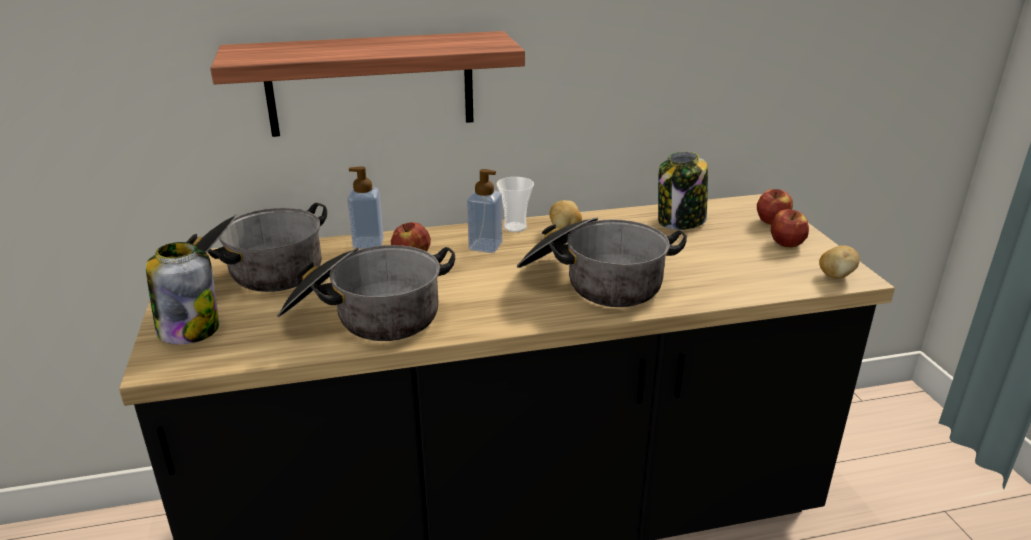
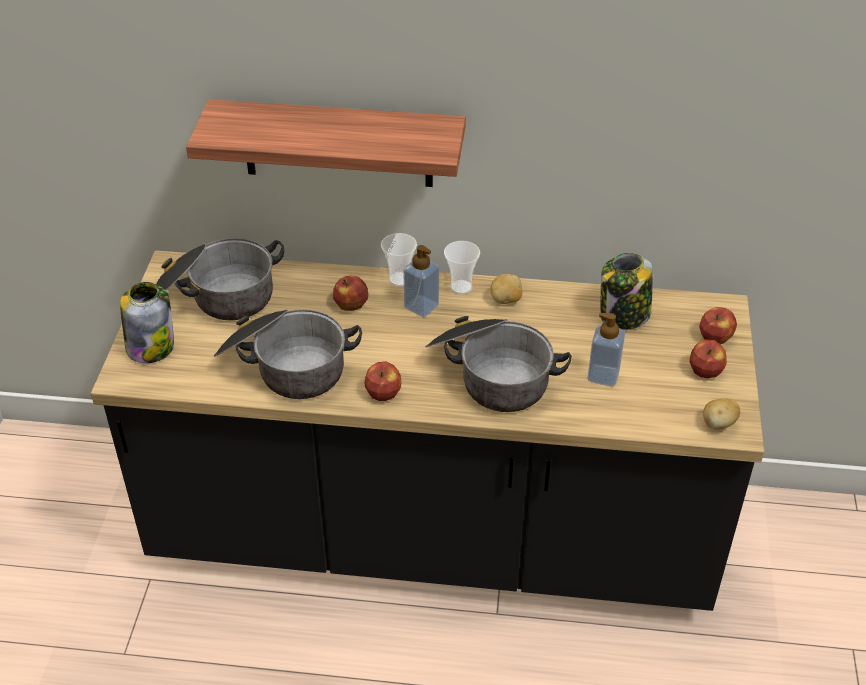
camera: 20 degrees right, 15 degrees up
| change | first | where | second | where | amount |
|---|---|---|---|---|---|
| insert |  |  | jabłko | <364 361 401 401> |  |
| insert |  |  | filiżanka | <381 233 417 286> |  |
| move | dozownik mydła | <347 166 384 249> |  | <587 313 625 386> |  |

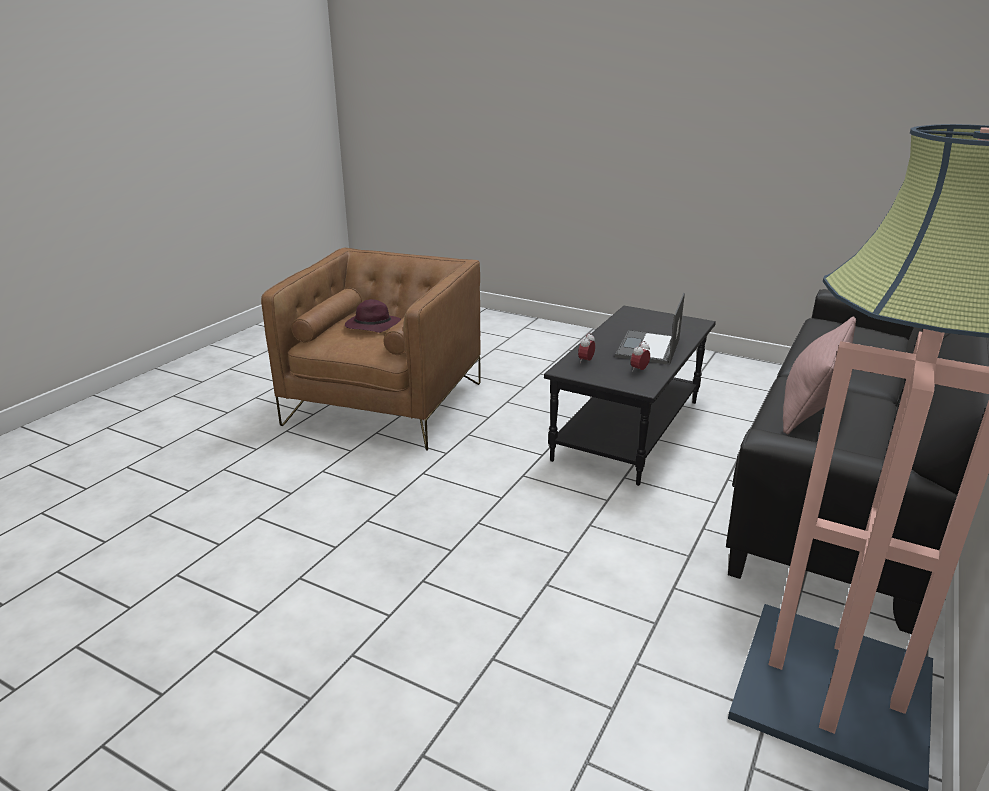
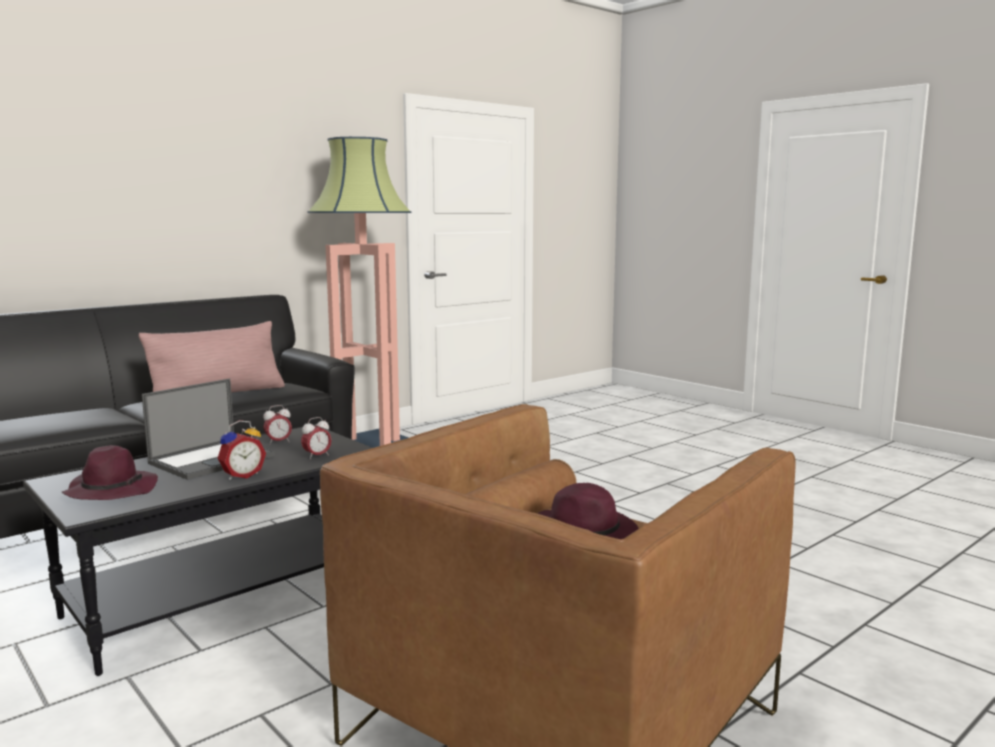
camera: 160 degrees left, 15 degrees down
| change | first | where | second | where | amount |
|---|---|---|---|---|---|
| insert |  |  | kapelusz [fioletowy] | <62 445 158 500> |  |
| insert |  |  | budzik | <217 420 266 480> |  |

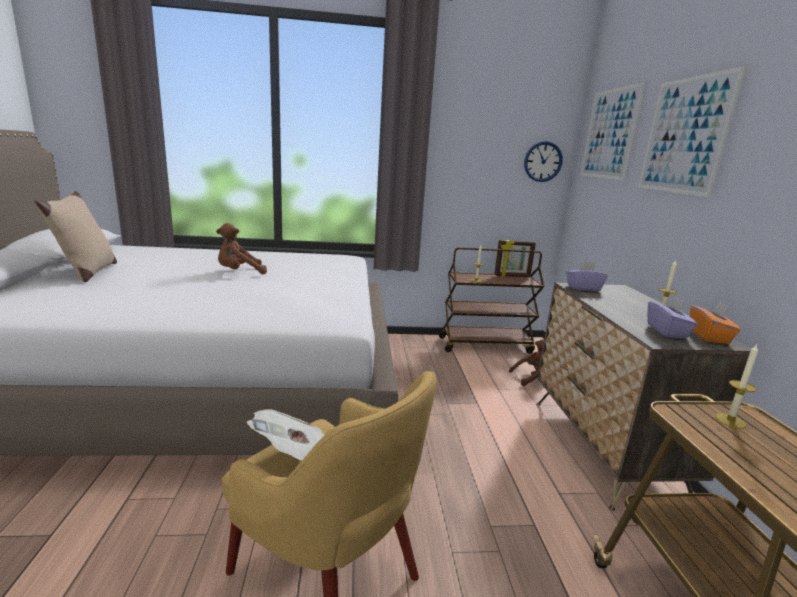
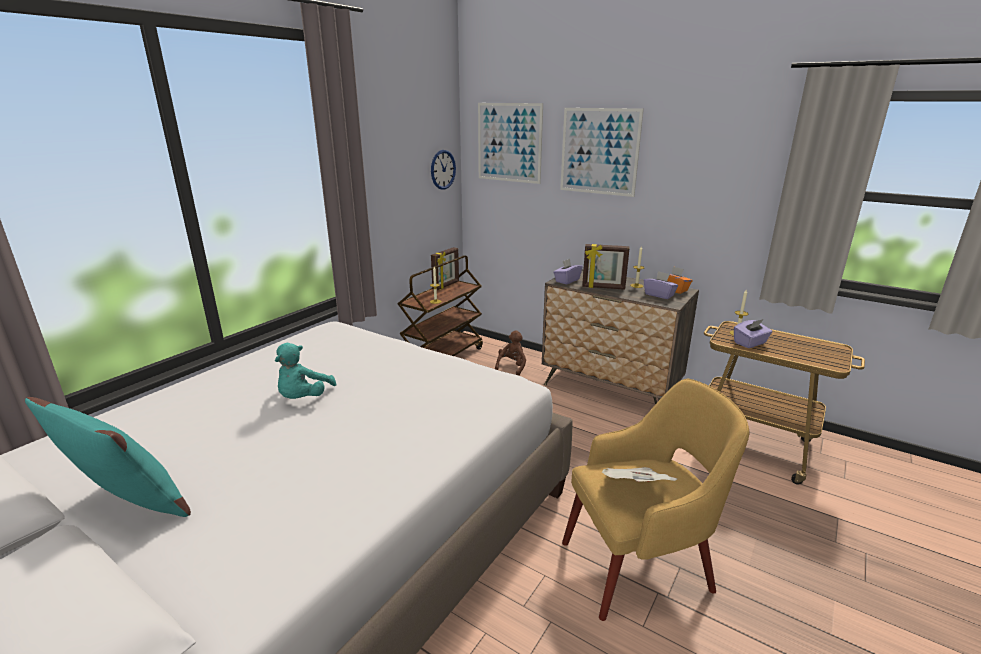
camera: 50 degrees left, 5 degrees up
| change | first | where | second | where | amount |
|---|---|---|---|---|---|
| insert |  |  | ramka na zdjęcie | <582 244 630 290> |  |
| insert |  |  | pudełko chusteczek [fioletowy] | <734 319 772 348> |  |
| recolor | poduszka [beżowy] | <34 191 117 282> | poduszka [turkusowy] | <25 397 191 517> |  |
| recolor | pluszak [brązowy] | <216 223 267 274> | pluszak [turkusowy] | <275 343 337 399> |  |

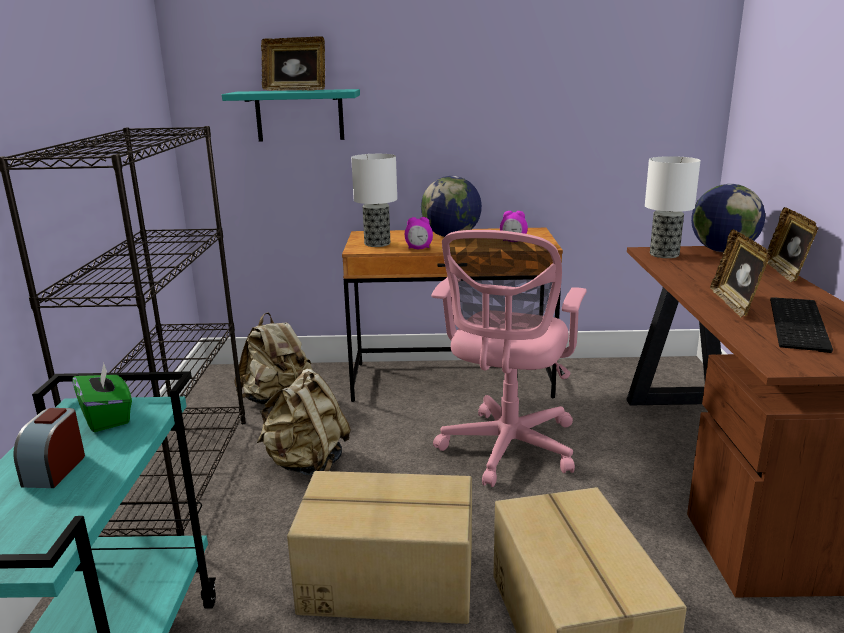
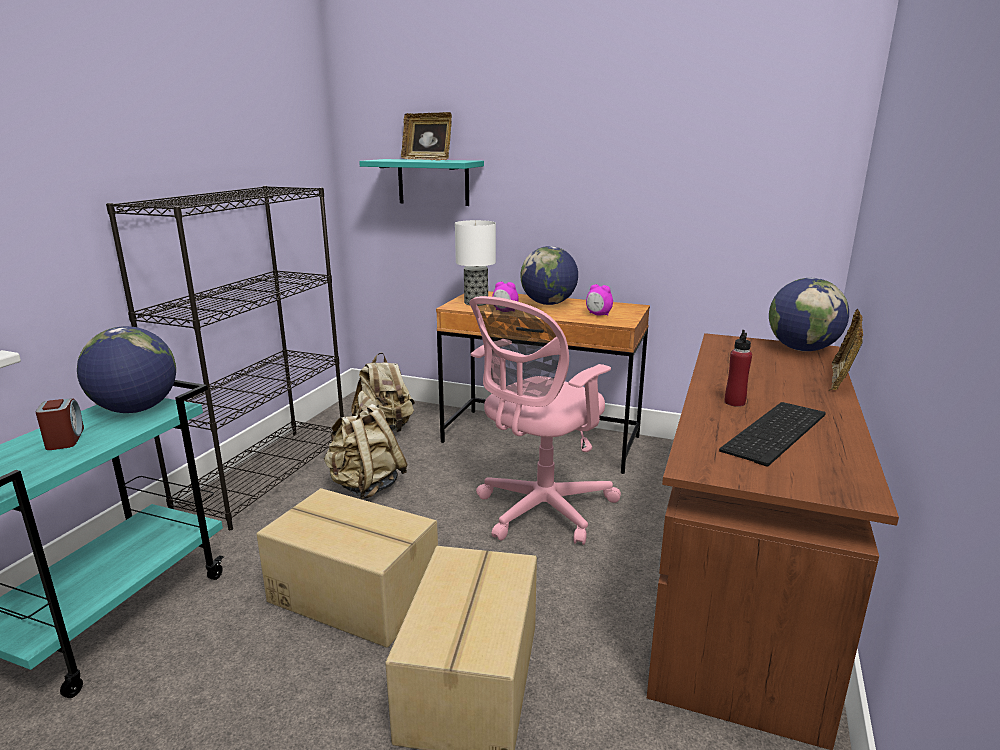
camera: 20 degrees right, 0 degrees up
| change | first | where | second | where | amount |
|---|---|---|---|---|---|
| delete | lampa stołowa | <645 156 701 258> |  |  |  |
| replace | pudełko chusteczek [zielony] | <72 363 132 432> | globus | <77 326 176 413> |  |
| replace | ramka na zdjęcie | <710 229 770 318> | butelka [czerwony] | <725 330 752 407> |  |
| rotate | budzik | <13 408 85 488> |  | <36 398 84 450> | 135 degrees clockwise |

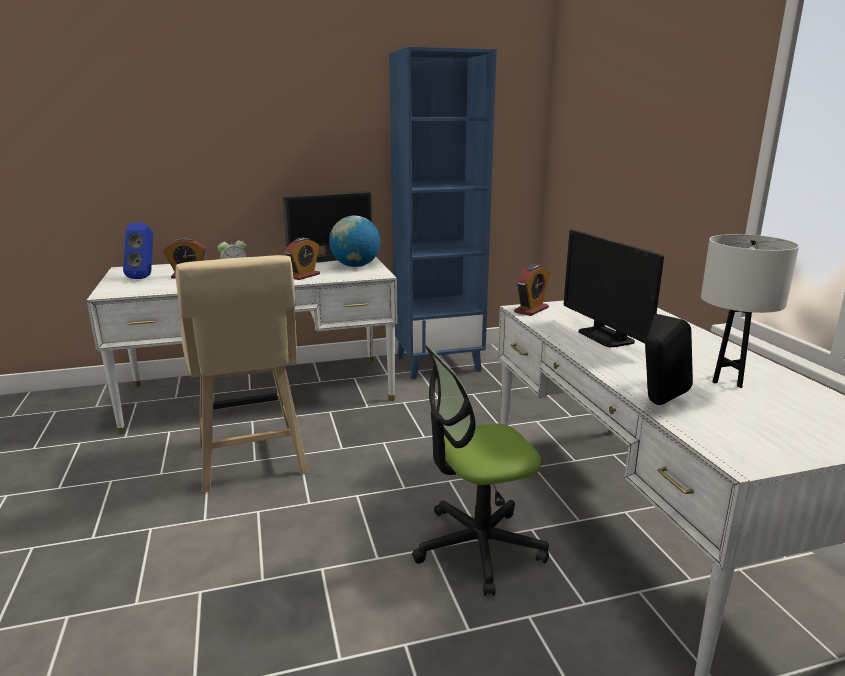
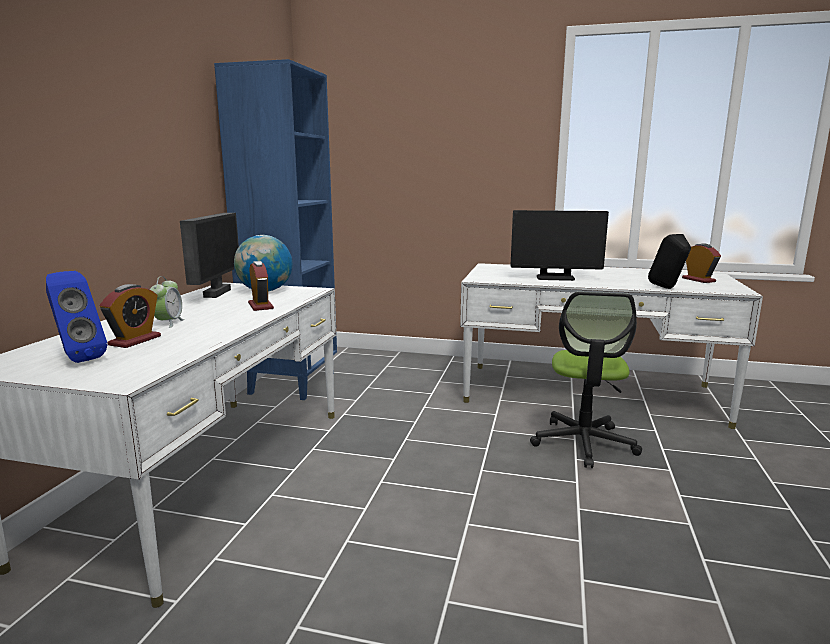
camera: 60 degrees left, 5 degrees down
| change | first | where | second | where | amount |
|---|---|---|---|---|---|
| delete | stołek [beżowy] | <175 255 309 493> |  |  |  |
| delete | lampa stołowa [biały] | <701 234 799 388> |  |  |  |
| move | budzik | <514 264 550 316> |  | <682 243 721 283> |  |

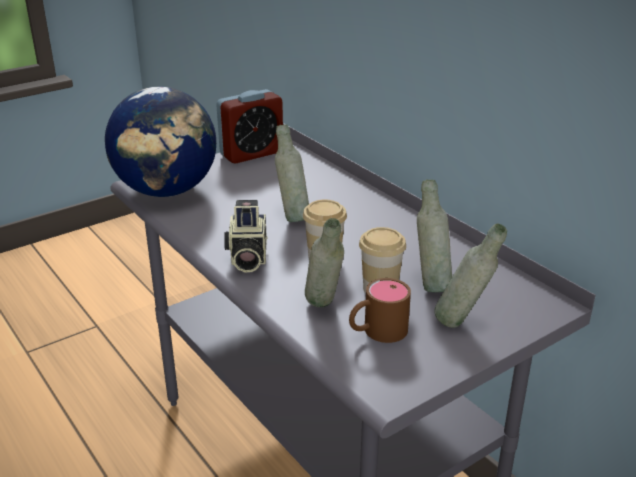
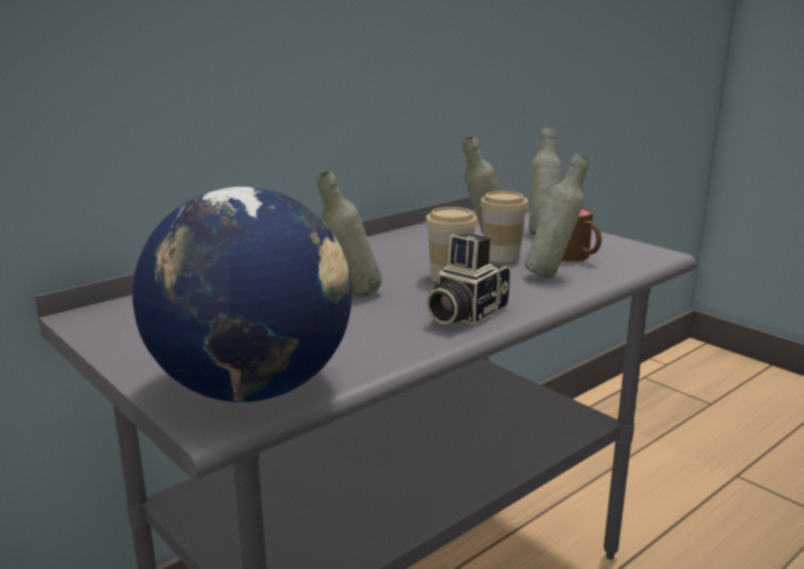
camera: 95 degrees left, 10 degrees down
| change | first | where | second | where | amount |
|---|---|---|---|---|---|
| delete | budzik | <216 89 283 164> |  |  |  |
| rotate | aparat fotograficzny | <224 200 267 273> |  | <426 233 511 325> | 135 degrees clockwise |

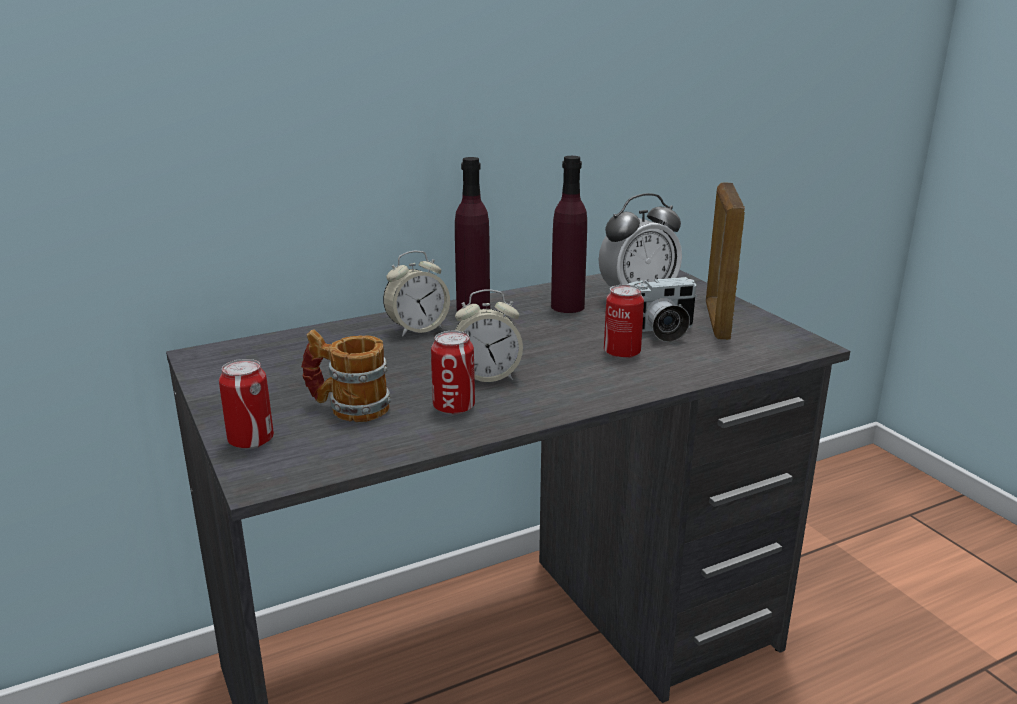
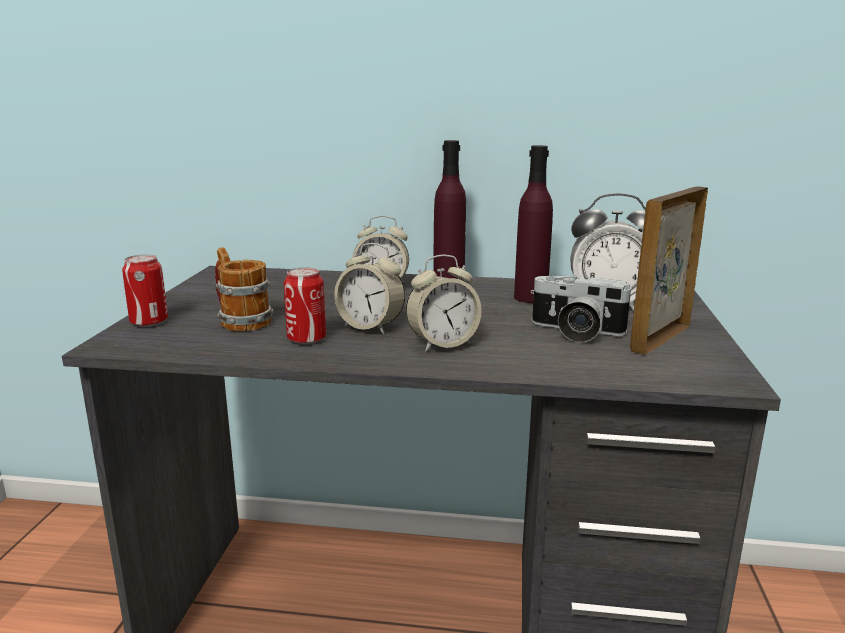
camera: 35 degrees right, 5 degrees down
| change | first | where | second | where | amount |
|---|---|---|---|---|---|
| delete | puszka | <604 285 644 359> |  |  |  |
| insert |  |  | budzik | <406 254 482 351> |  |

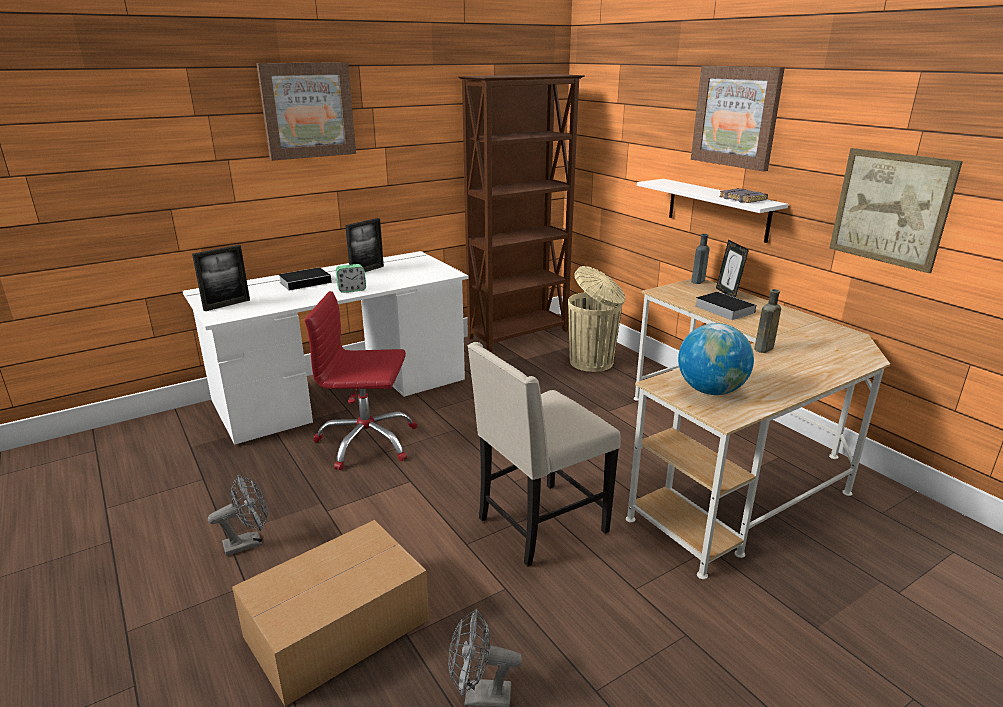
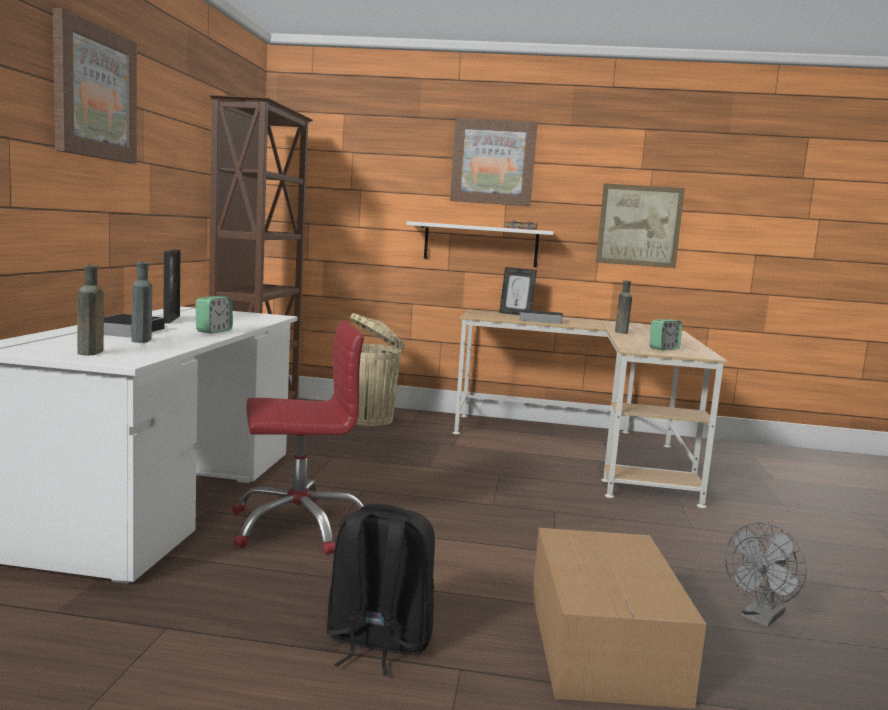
camera: 50 degrees left, 15 degrees down
| change | first | where | second | where | amount |
|---|---|---|---|---|---|
| delete | krzesło [beżowy] | <468 342 621 567> |  |  |  |
| move | butelka [szary] | <691 234 709 284> |  | <132 262 152 343> |  |
| replace | ramka na zdjęcie | <192 245 250 311> | butelka [brązowy] | <77 265 104 355> |  |
| replace | wentylator [szary] | <208 475 268 556> | plecak [czarny] | <326 504 435 676> |  |
| replace | globus | <678 323 754 395> | budzik | <649 319 682 350> |  |
| rotate | krzesło biurowe [czerwony] | <304 291 417 470> |  | <232 320 364 554> | 150 degrees counterclockwise |

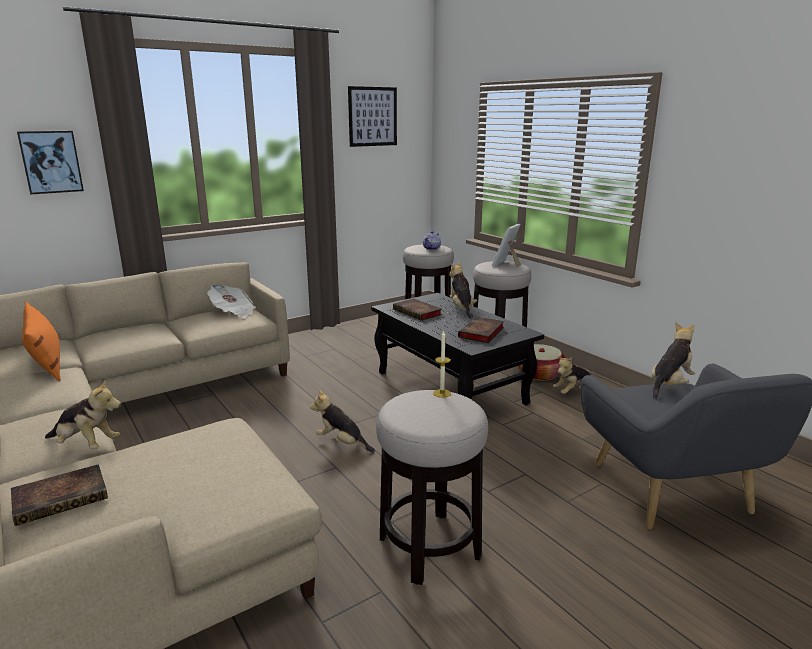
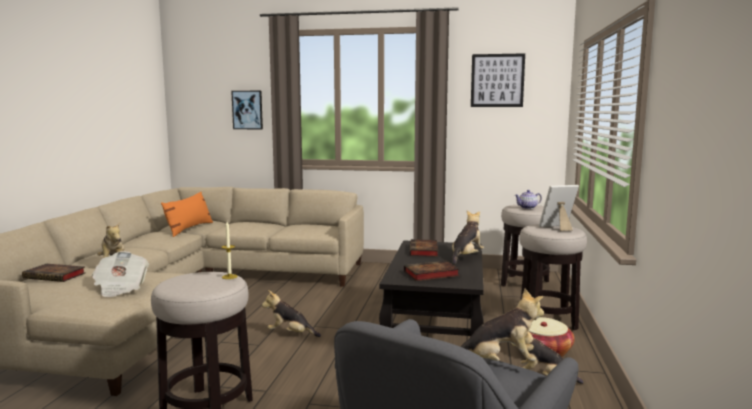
camera: 45 degrees right, 10 degrees down
| change | first | where | second | where | amount |
|---|---|---|---|---|---|
| move | gazeta | <207 285 256 318> |  | <92 251 149 298> |  |
| rotate | pluszak | <310 390 375 452> |  | <262 290 321 337> | 60 degrees counterclockwise |

